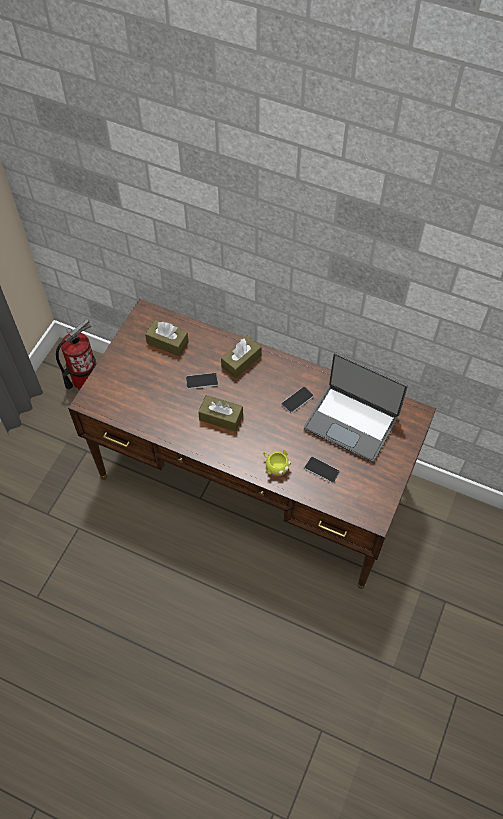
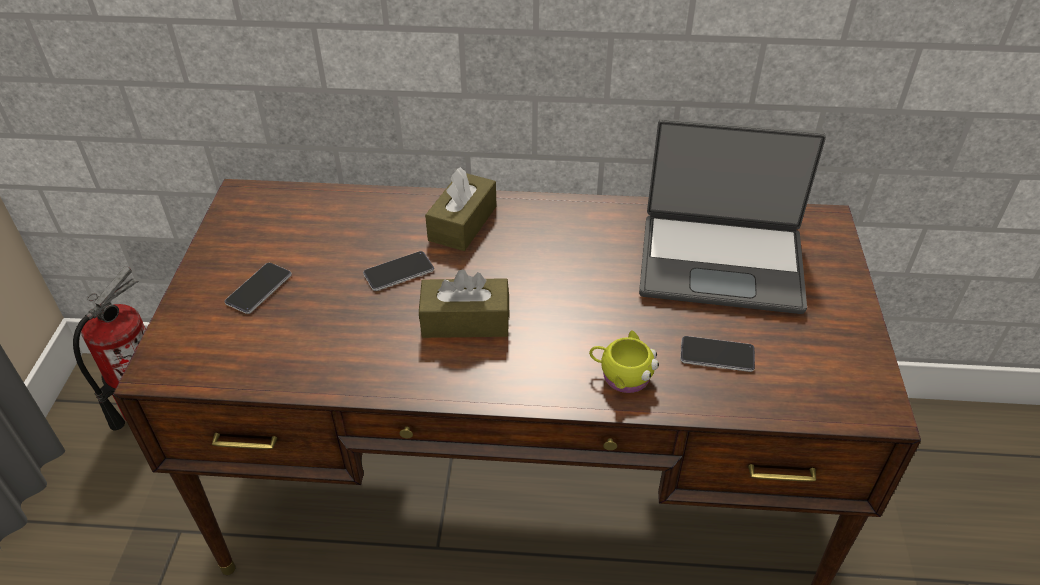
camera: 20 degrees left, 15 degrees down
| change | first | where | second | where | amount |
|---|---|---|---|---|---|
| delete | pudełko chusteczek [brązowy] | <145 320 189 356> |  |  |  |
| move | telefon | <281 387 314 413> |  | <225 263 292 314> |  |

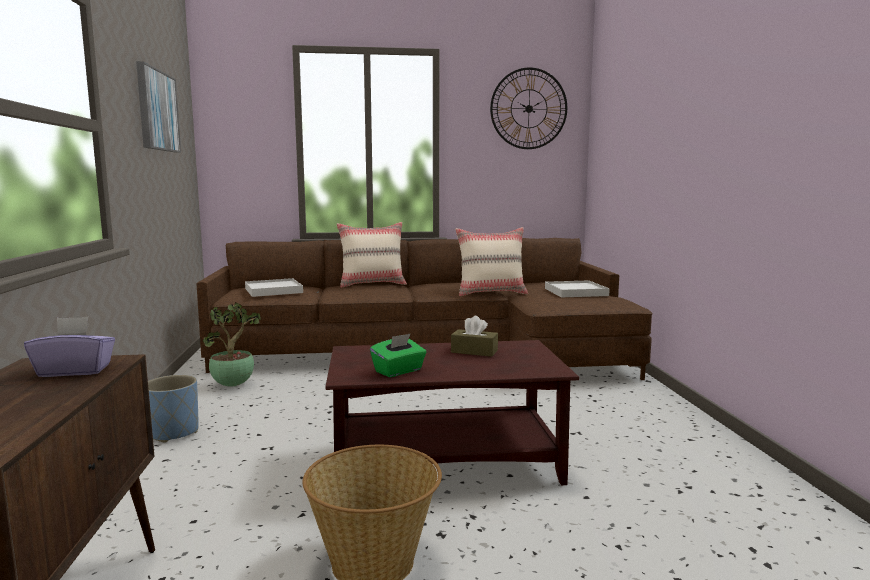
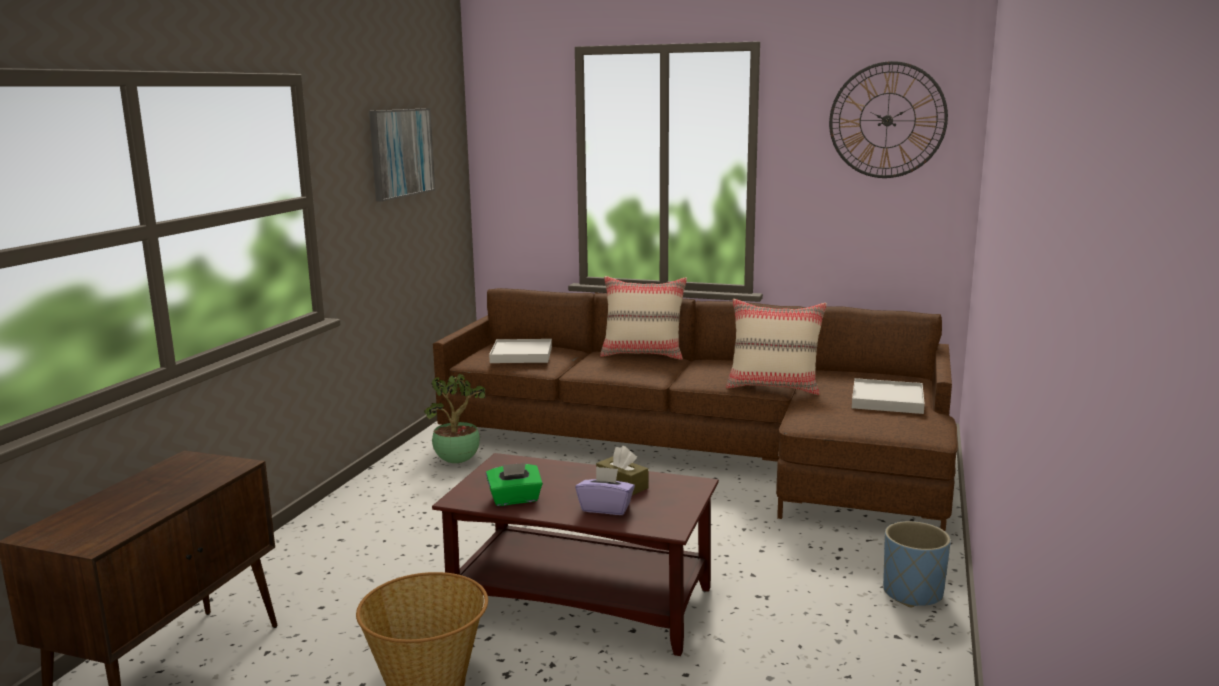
camera: 25 degrees right, 5 degrees up
| change | first | where | second | where | amount |
|---|---|---|---|---|---|
| move | pudełko chusteczek [fioletowy] | <24 317 115 377> |  | <575 466 635 515> |  |
| move | donica [niebieski] | <148 375 199 443> |  | <883 521 951 608> |  |

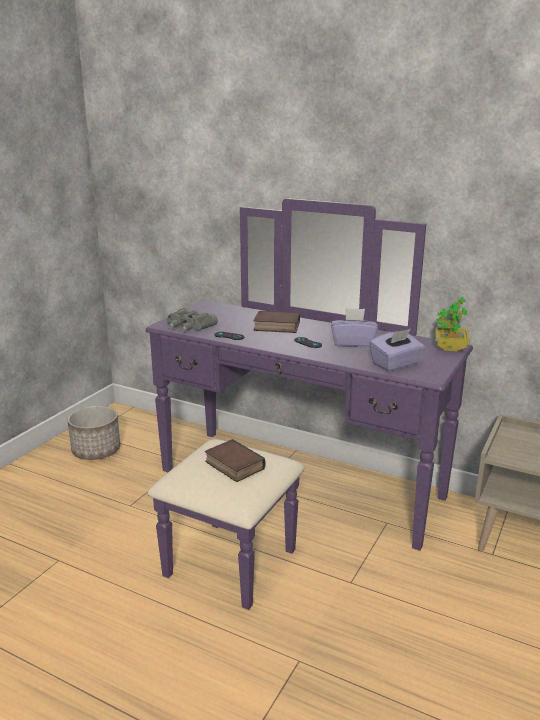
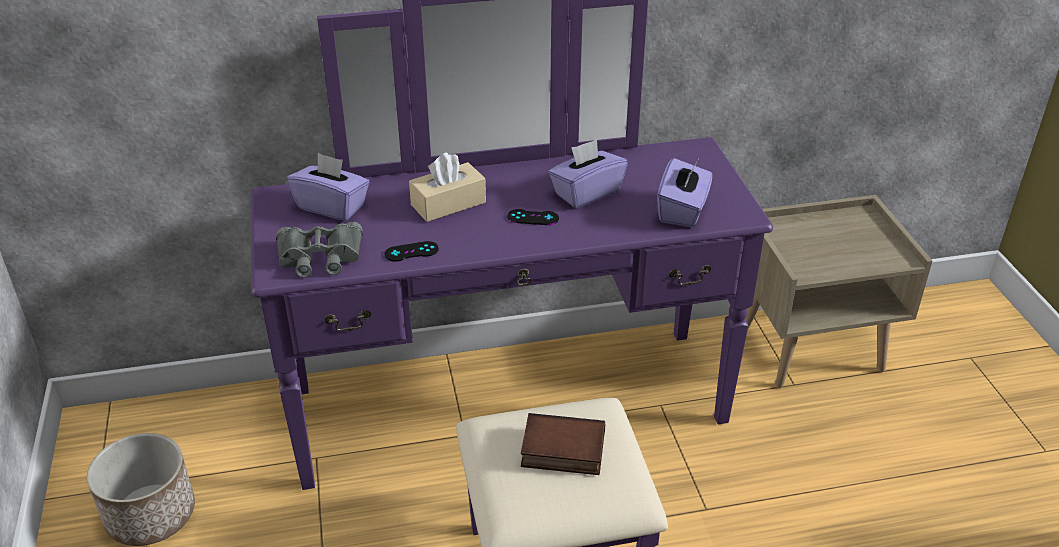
camera: 40 degrees left, 15 degrees up
| change | first | where | second | where | amount |
|---|---|---|---|---|---|
| delete | roślina doniczkowa | <435 297 470 351> |  |  |  |
| insert |  |  | pudełko chusteczek [fioletowy] | <287 153 369 221> |  |
| replace | książka | <254 311 300 333> | pudełko chusteczek [beżowy] | <409 152 486 222> |  |

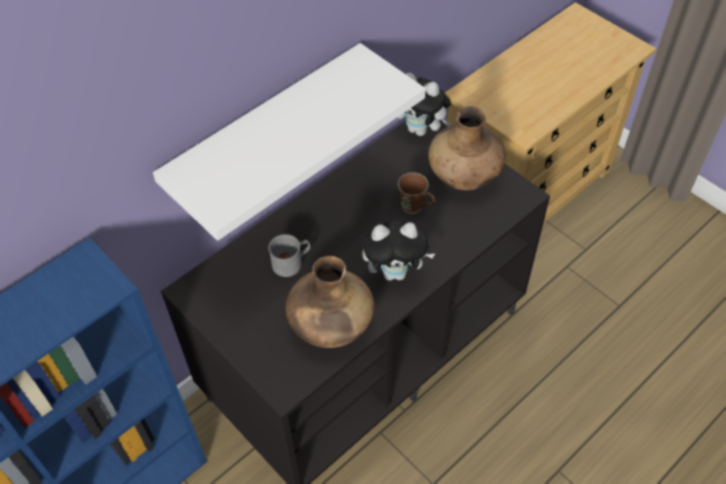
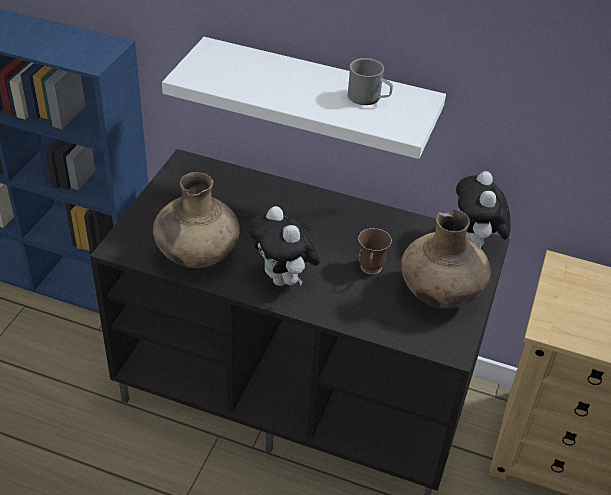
camera: 60 degrees right, 10 degrees down
| change | first | where | second | where | amount |
|---|---|---|---|---|---|
| move | kubek [szary] | <268 234 310 277> |  | <348 58 393 105> |  |

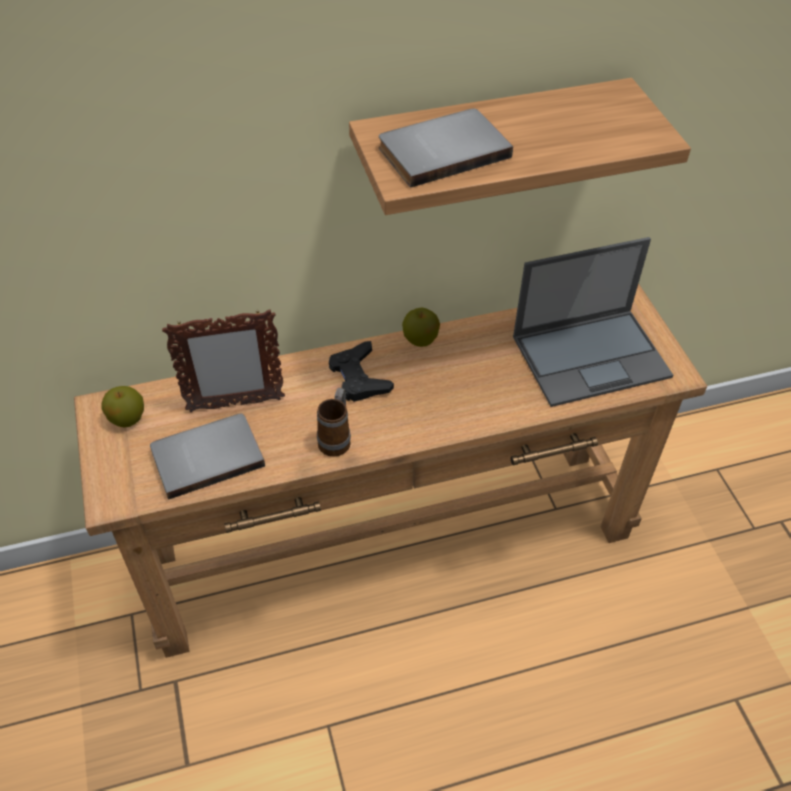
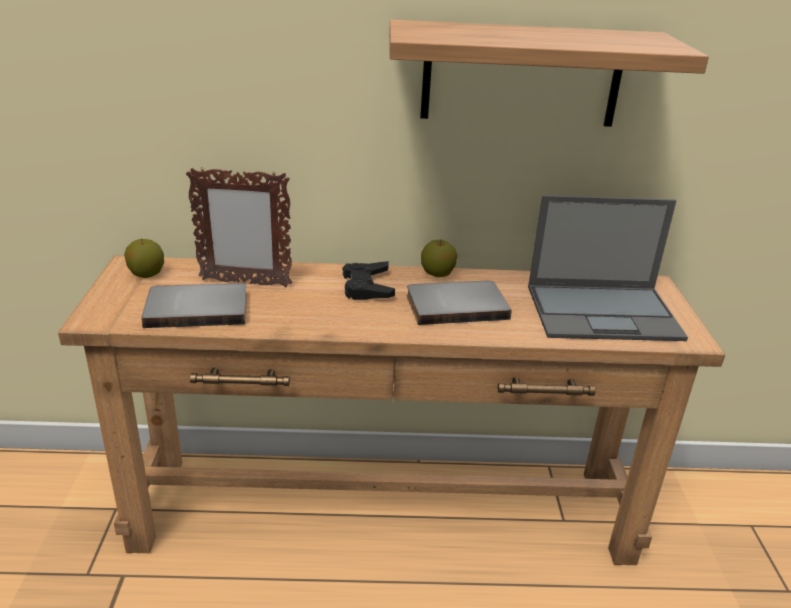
camera: 15 degrees right, 20 degrees down
| change | first | where | second | where | amount |
|---|---|---|---|---|---|
| delete | kubek | <317 388 351 457> |  |  |  |
| move | książka [szary] | <379 109 513 188> |  | <407 281 512 325> |  |

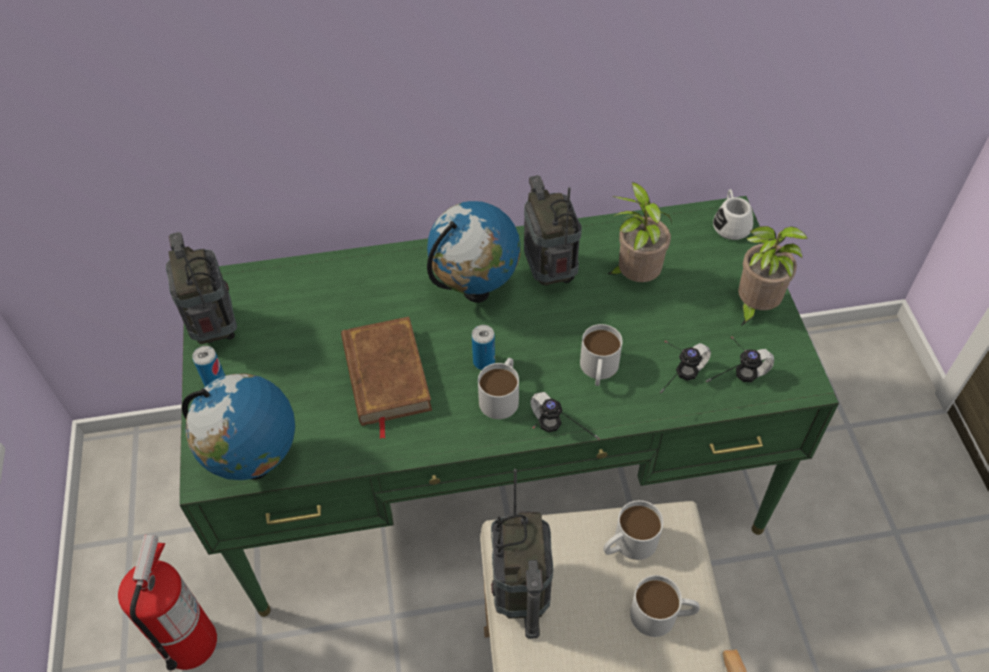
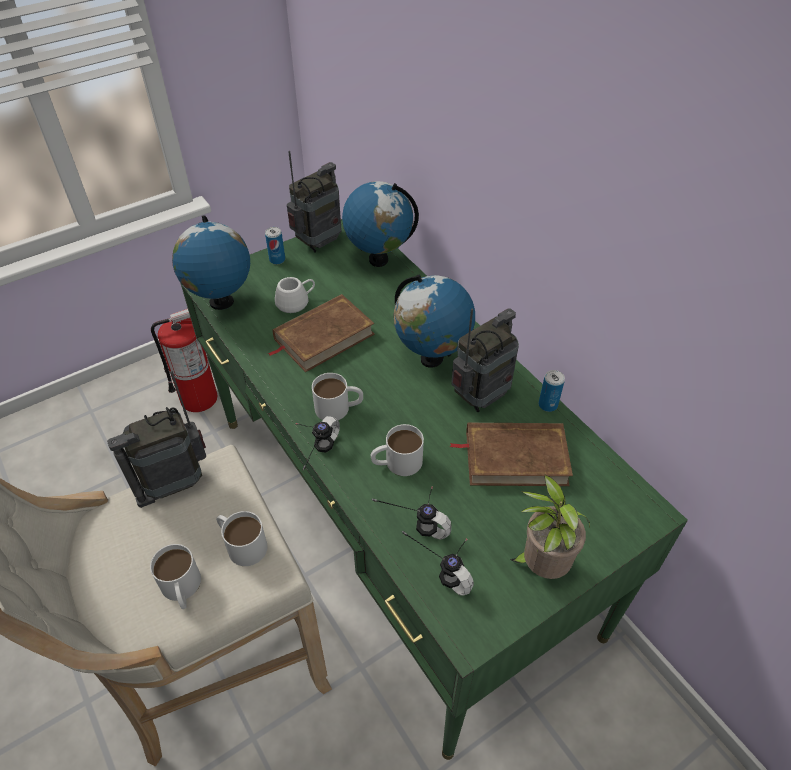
camera: 65 degrees right, 5 degrees down
| change | first | where | second | where | amount |
|---|---|---|---|---|---|
| insert |  |  | globus | <342 181 419 267> |  |
| move | puszka | <472 325 495 370> |  | <539 370 565 412> |  |
| move | kubek [biały] | <713 189 753 240> |  | <275 277 315 313> |  |
| replace | roślina doniczkowa | <608 182 672 282> | książka [brązowy] | <449 423 573 486> |  |

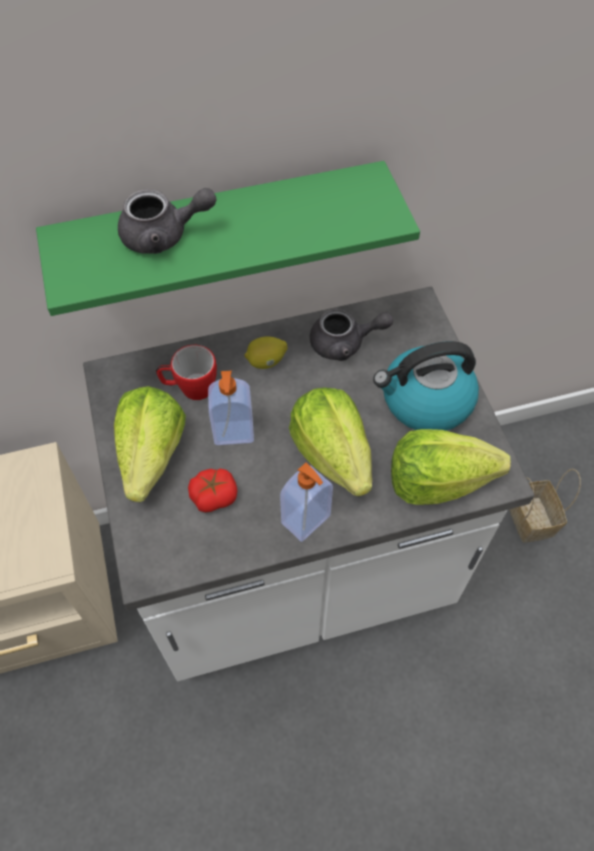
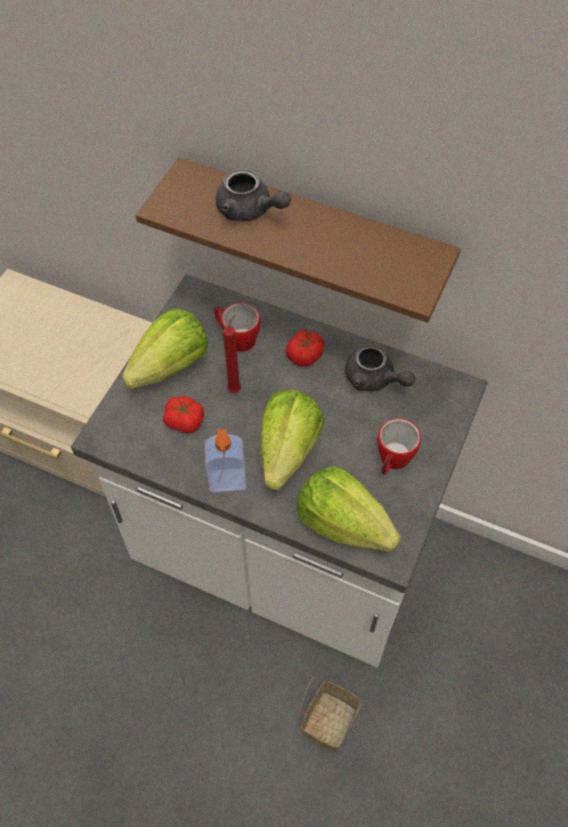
camera: 40 degrees right, 0 degrees up
| change | first | where | second | where | amount |
|---|---|---|---|---|---|
| move | koszyk | <509 469 581 543> |  | <301 677 363 753> |  |
| replace | dozownik mydła | <208 370 254 445> | świeca [czerwony] | <223 315 241 393> |  |
| replace | cytryna | <244 337 287 369> | pomidor | <286 330 325 367> |  |
| replace | czajnik | <373 341 479 431> | kubek | <377 419 421 475> |  |
| recolor | półka [zielony] | <36 161 420 316> | półka [brązowy] | <136 157 461 323> |  |

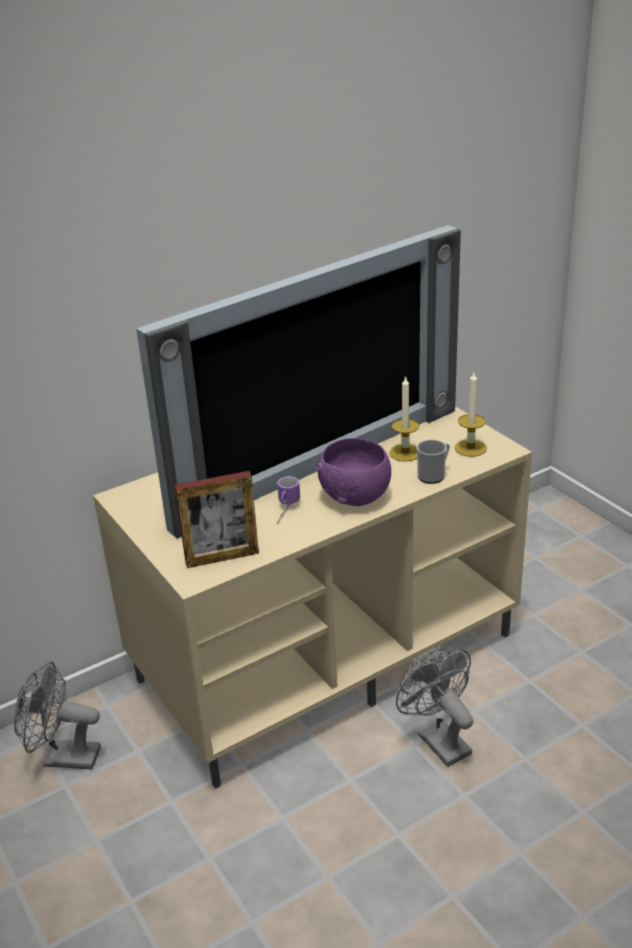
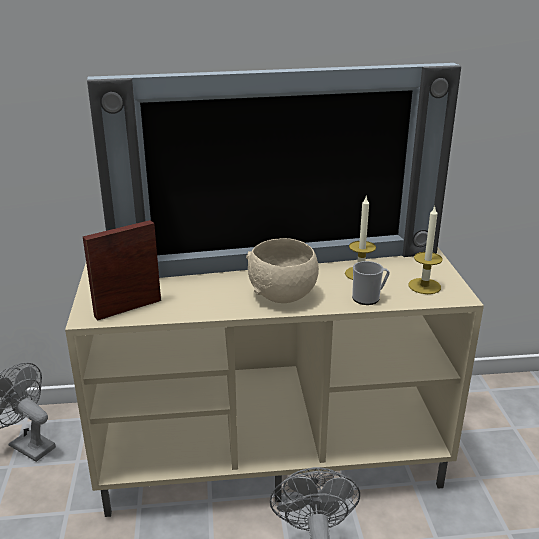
camera: 25 degrees right, 5 degrees down
| change | first | where | second | where | amount |
|---|---|---|---|---|---|
| delete | kubek | <277 476 300 525> |  |  |  |
| recolor | miska [fioletowy] | <316 438 391 506> | miska [beżowy] | <246 238 319 303> |  |
| rotate | ramka na zdjęcie | <174 471 259 568> |  | <83 220 161 321> | 135 degrees clockwise |

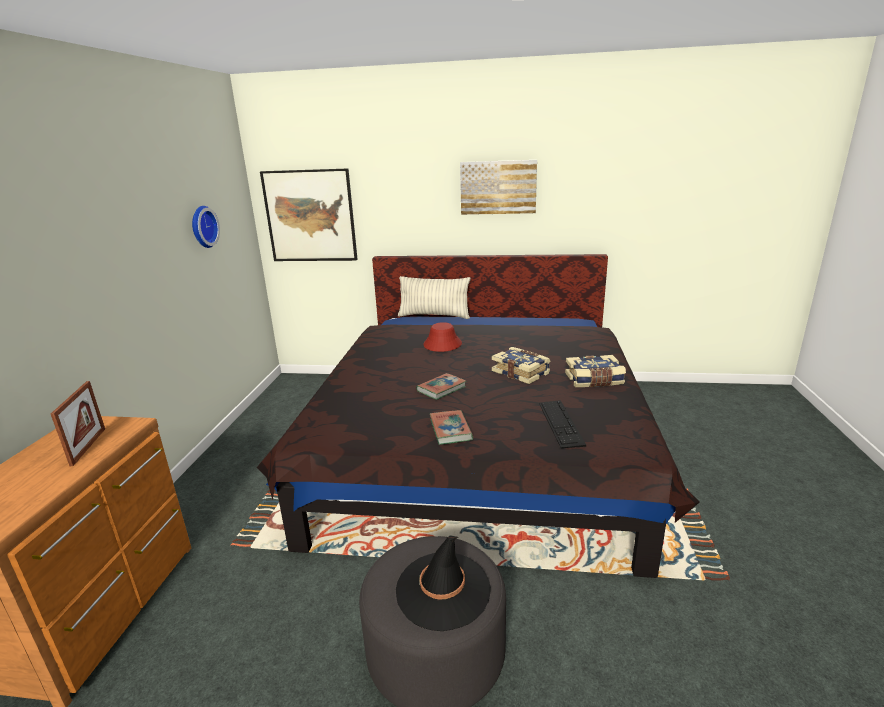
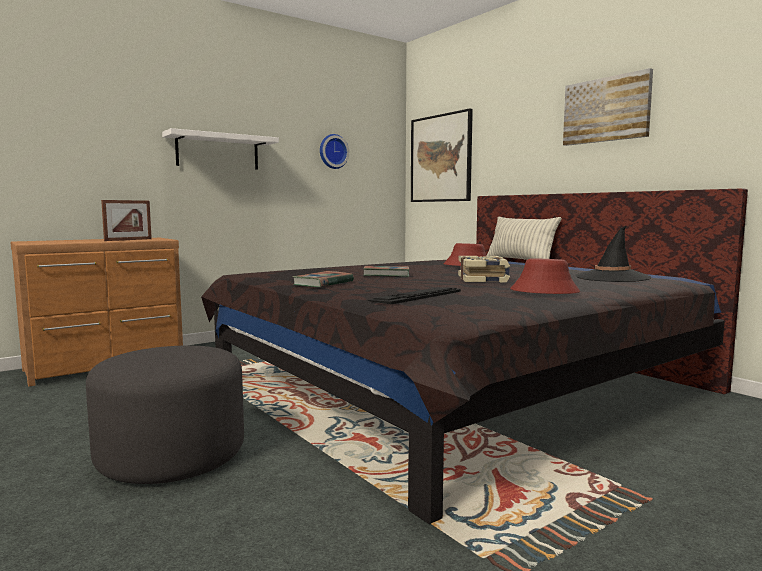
camera: 45 degrees right, 15 degrees down
| change | first | where | second | where | amount |
|---|---|---|---|---|---|
| insert |  |  | półka [biały] | <162 128 279 170> |  |
| move | kapelusz [czarny] | <396 535 491 631> |  | <576 225 651 282> |  |
| replace | książka | <565 355 626 387> | kapelusz [czerwony] | <510 259 580 294> |  |

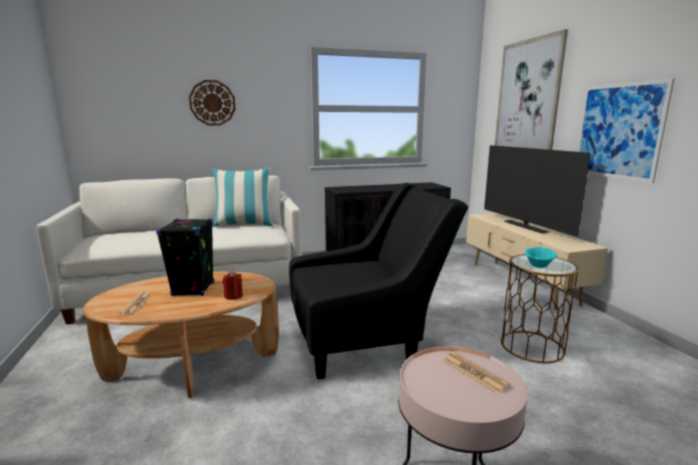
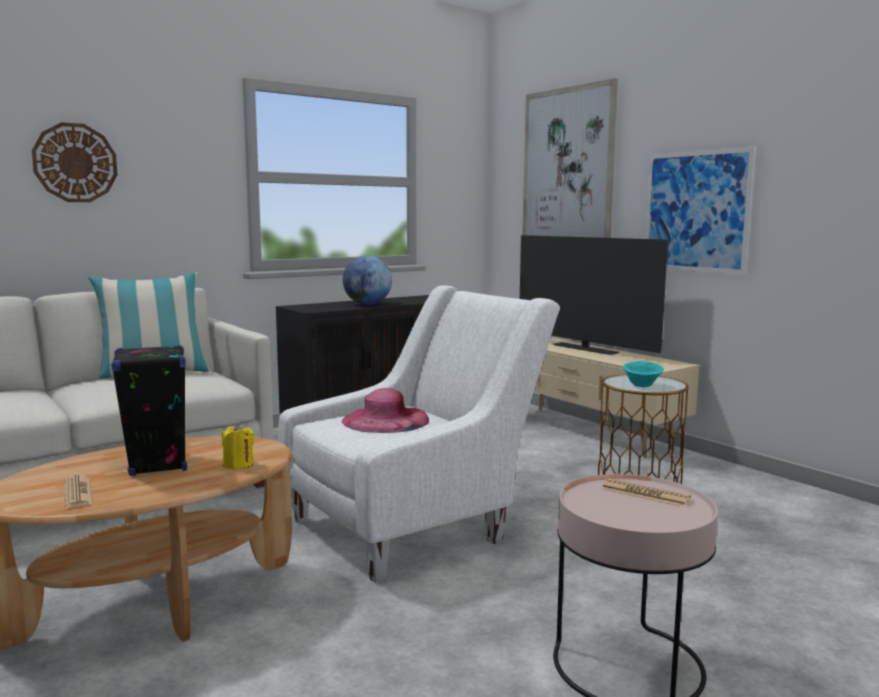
camera: 20 degrees left, 5 degrees down
| change | first | where | second | where | amount |
|---|---|---|---|---|---|
| insert |  |  | kapelusz [różowy] | <342 388 429 433> |  |
| insert |  |  | globus | <343 256 392 305> |  |
| recolor | świeca [czerwony] | <223 272 243 300> | świeca [żółty] | <222 424 254 470> |  |
| recolor | fotel [czarny] | <289 183 468 379> | fotel [biały] | <278 286 560 583> |  |

